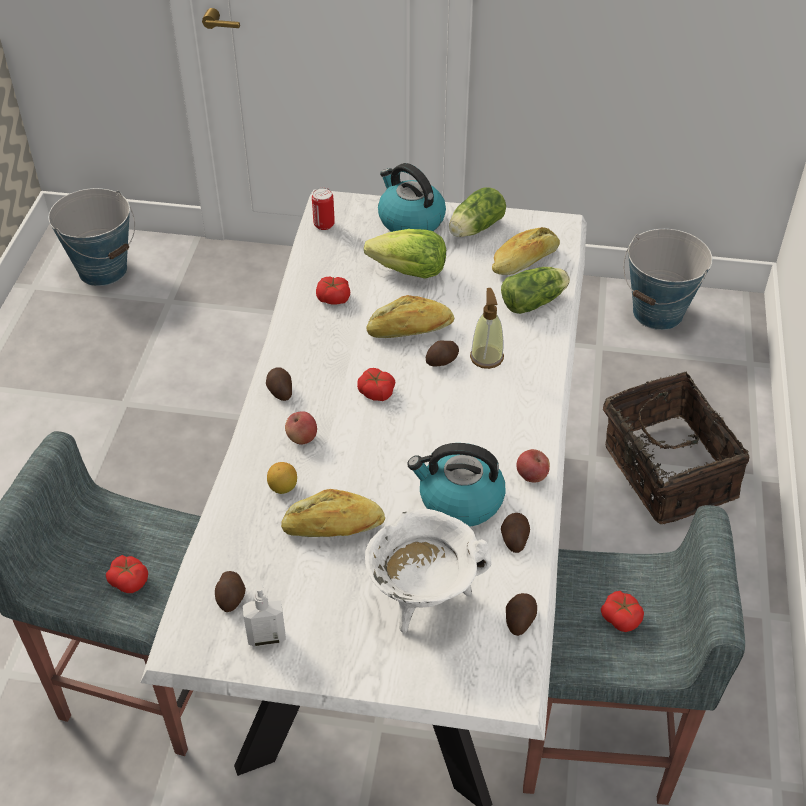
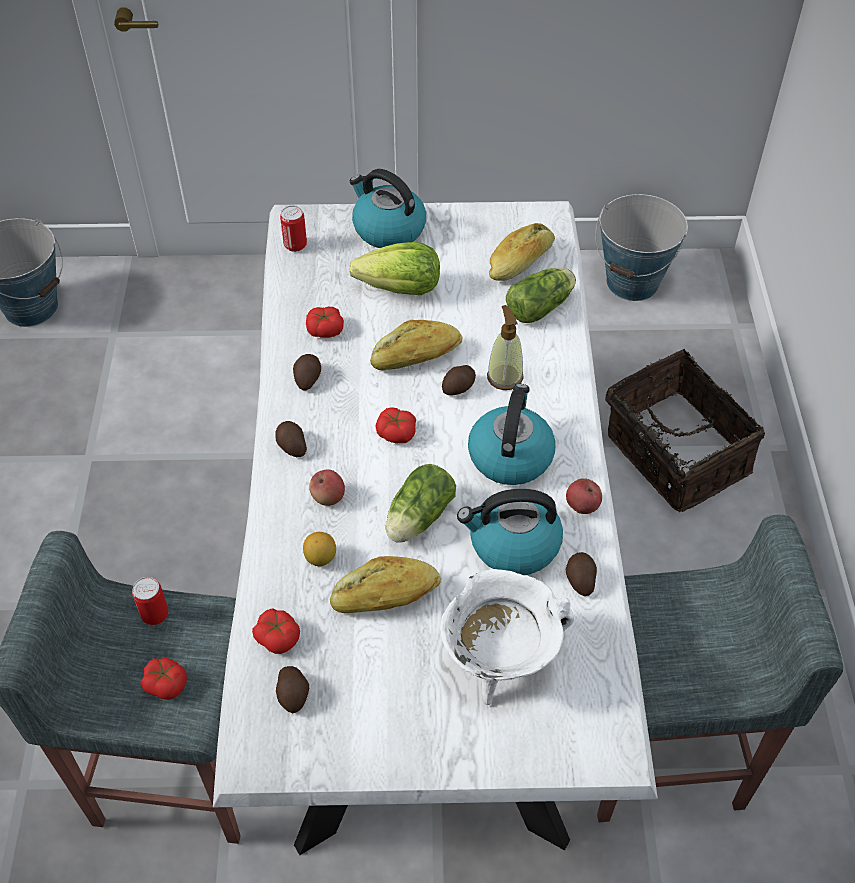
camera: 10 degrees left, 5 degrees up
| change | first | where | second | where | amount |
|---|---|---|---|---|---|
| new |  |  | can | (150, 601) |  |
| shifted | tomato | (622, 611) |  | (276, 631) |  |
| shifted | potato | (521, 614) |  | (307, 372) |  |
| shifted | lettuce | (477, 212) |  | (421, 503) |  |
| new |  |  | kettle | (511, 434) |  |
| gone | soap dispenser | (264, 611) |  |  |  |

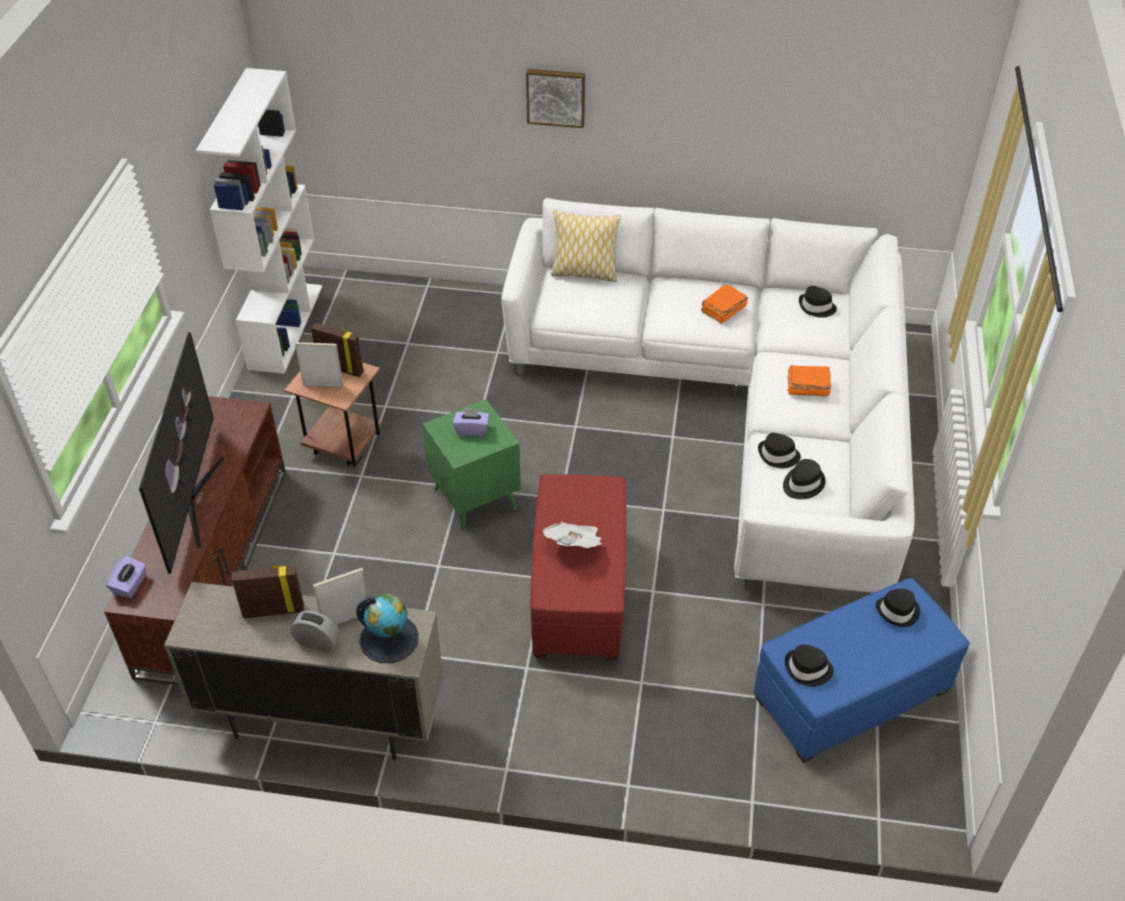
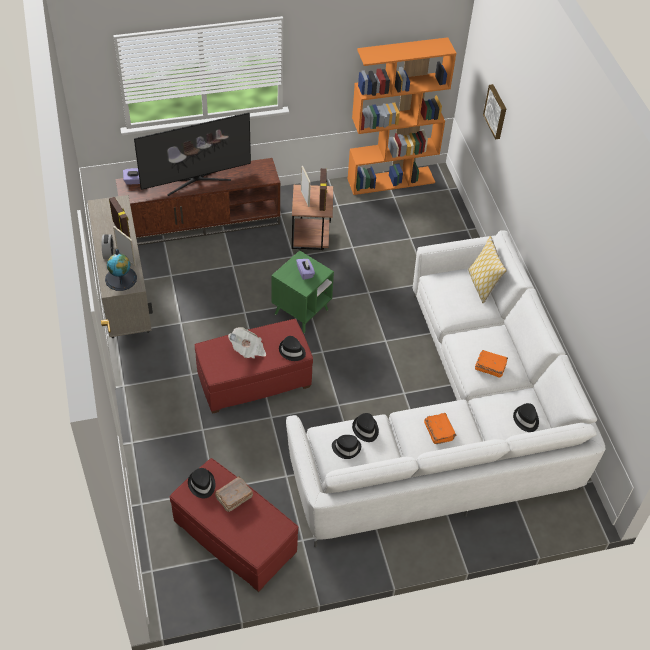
camera: 65 degrees right, 5 degrees up
| change | first | where | second | where | amount |
|---|---|---|---|---|---|
| repainted | blue ottoman | (862, 670) | red ottoman | (233, 525) |  |
| new |  |  | brown book | (234, 494) |  |
| shifted | black hat | (897, 608) |  | (292, 348) |  |
| repainted | white bookcase | (259, 221) | orange bookcase | (402, 116) |  |
| shifted | picture | (555, 98) |  | (494, 111) |  |

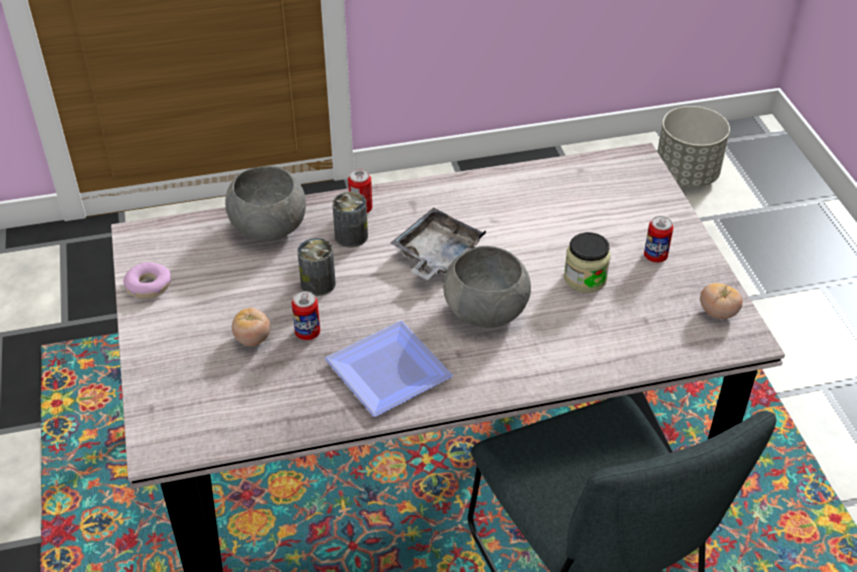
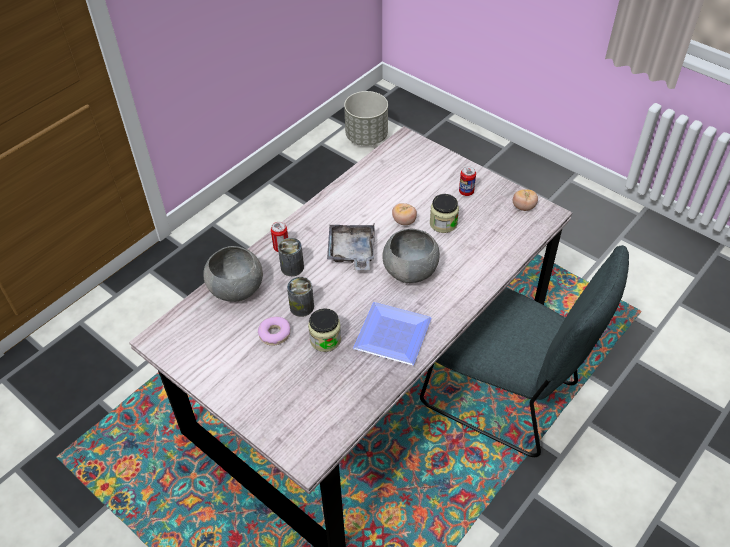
camera: 35 degrees left, 5 degrees up
| change | first | where | second | where | amount |
|---|---|---|---|---|---|
| shifted | donut | (147, 280) |  | (274, 331) |  |
| swapped | can | (306, 315) | jar | (324, 330) |  |
| shifted | tomato | (251, 327) |  | (404, 214) |  |

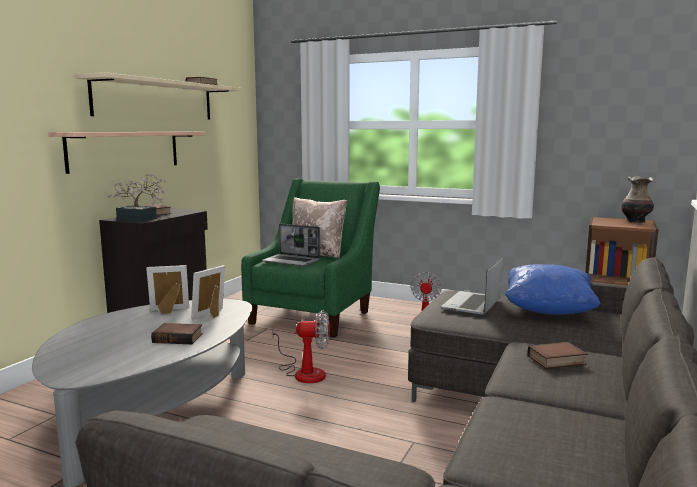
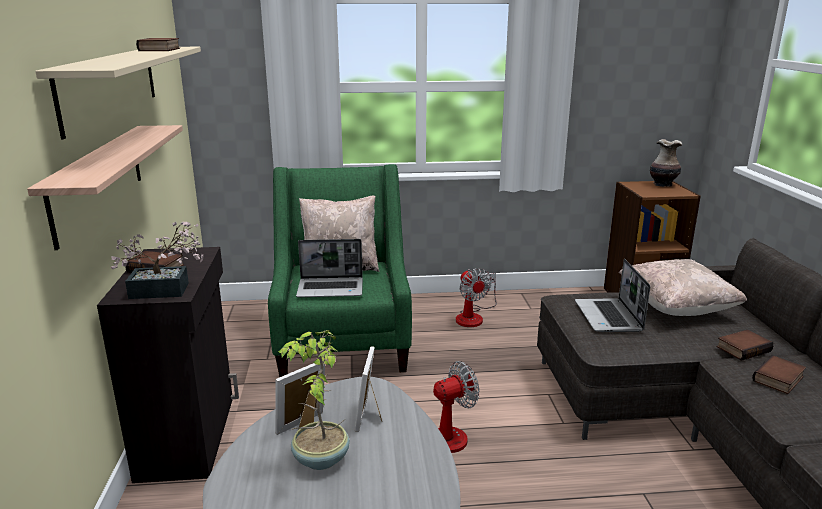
camera: 30 degrees left, 10 degrees up
| change | first | where | second | where | amount |
|---|---|---|---|---|---|
| new |  |  | potted plant | (314, 400) |  |
| repainted | blue pillow | (552, 289) | beige pillow | (682, 287) |  |
| shifted | book | (177, 333) |  | (745, 345) |  |

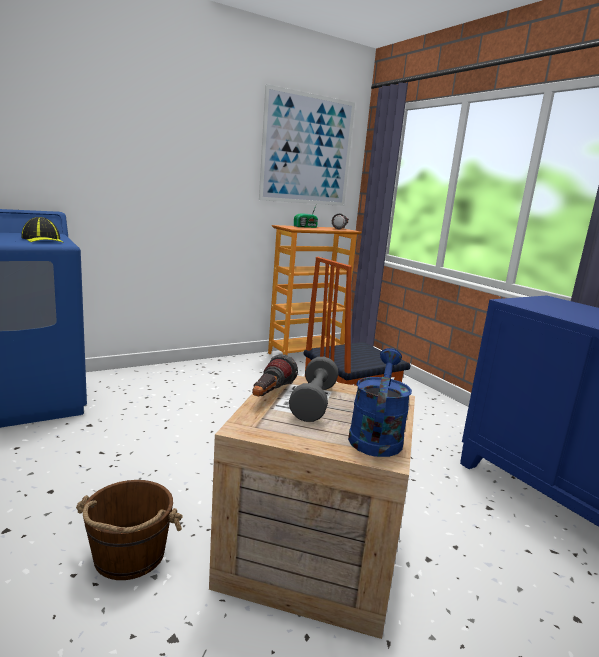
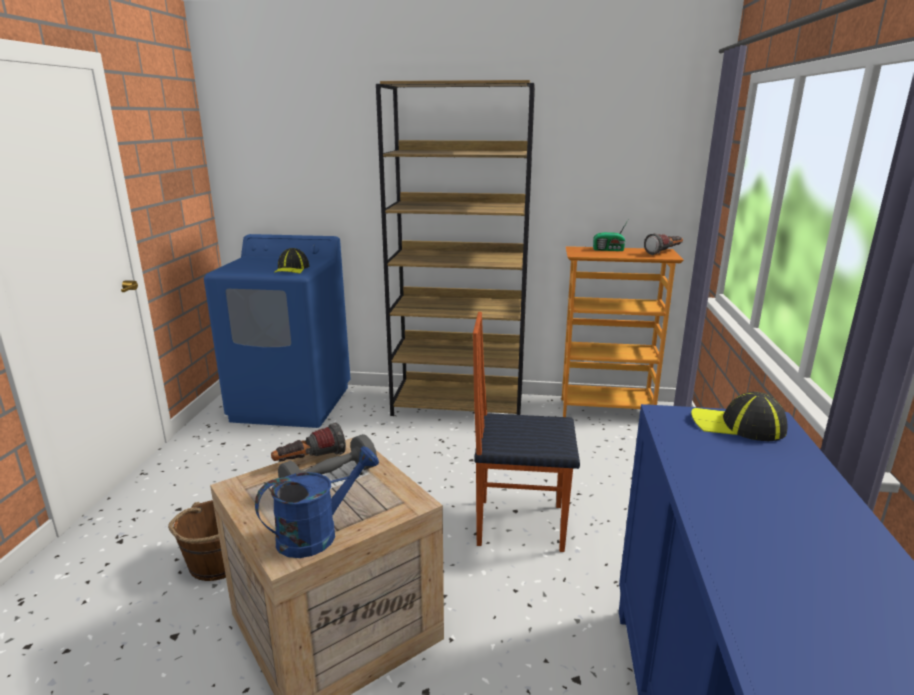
camera: 40 degrees right, 5 degrees up
| change | first | where | second | where | amount |
|---|---|---|---|---|---|
| new |  |  | brown bookcase | (455, 248) |  |
| new |  |  | cap | (739, 416) |  |
| gone | picture | (307, 145) |  |  |  |

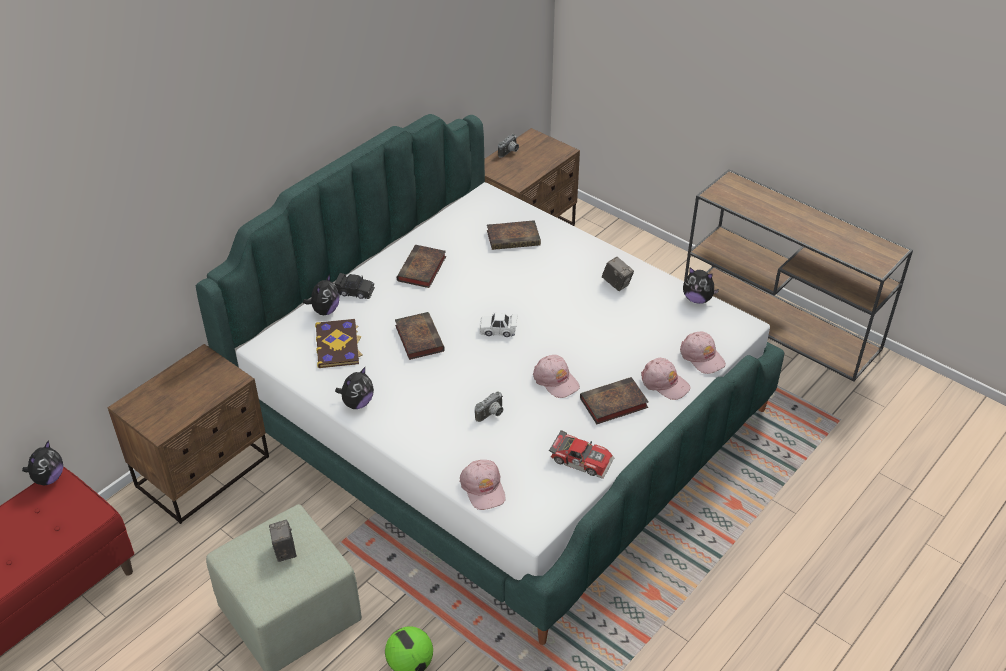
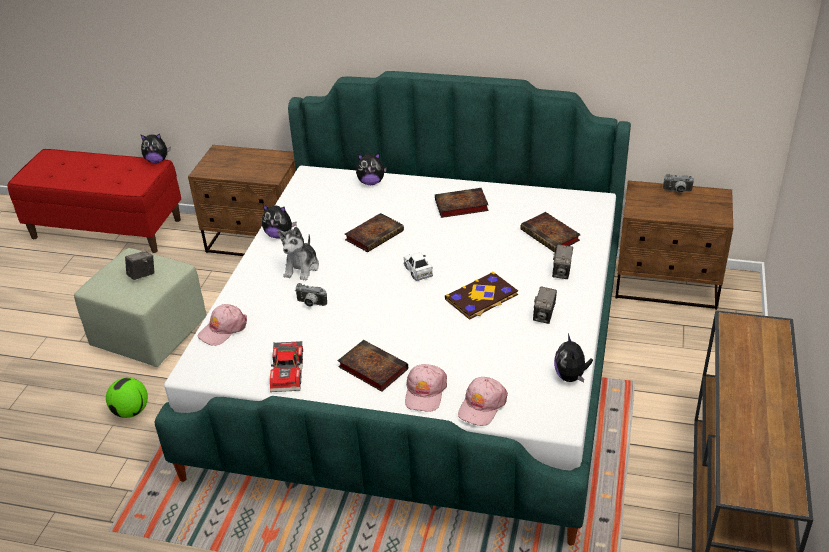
camera: 65 degrees right, 5 degrees down
| change | first | where | second | where | amount |
|---|---|---|---|---|---|
| new |  |  | plush toy | (298, 254) |  |
| shifted | book | (339, 343) |  | (481, 296) |  |
| new |  |  | photo camera | (562, 261) |  |
| gone | black toy car | (354, 286) |  |  |  |
| gone | pink cap | (556, 376) |  |  |  |

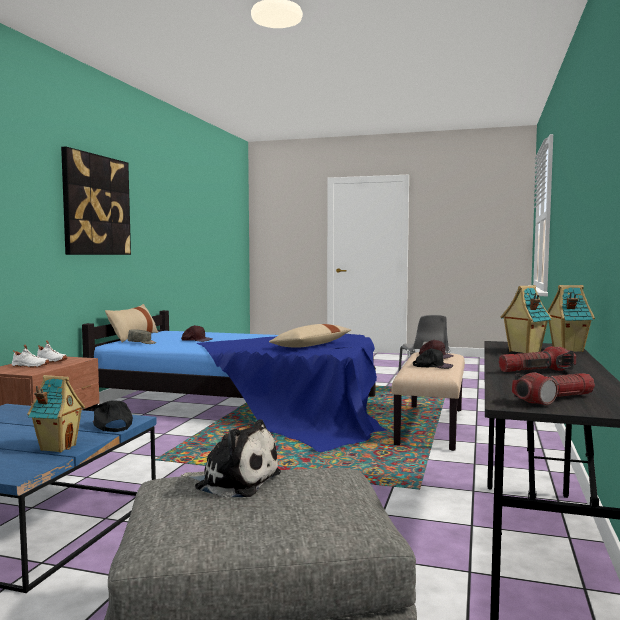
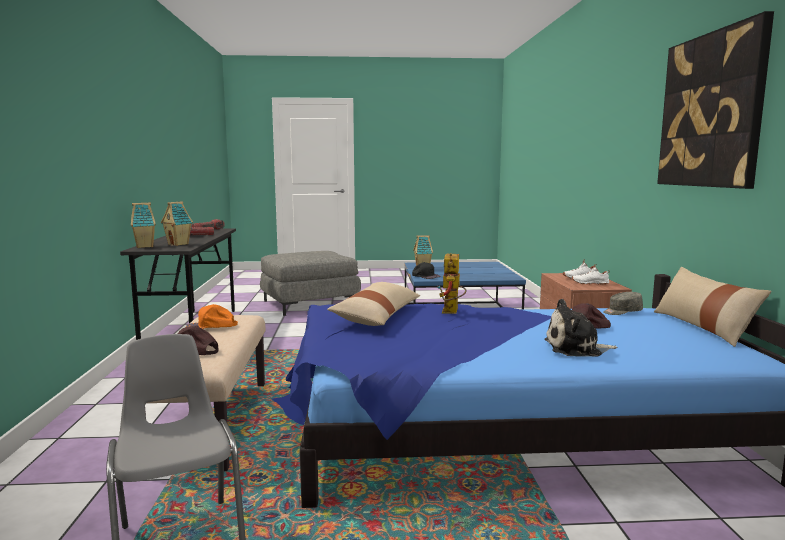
camera: 160 degrees right, 5 degrees up
| change | first | where | second | where | amount |
|---|---|---|---|---|---|
| repainted | black cap | (433, 358) | orange cap | (212, 316) |  |
| new |  |  | toy robot | (452, 283) |  |
| shifted | plush toy | (231, 458) |  | (580, 328) |  |

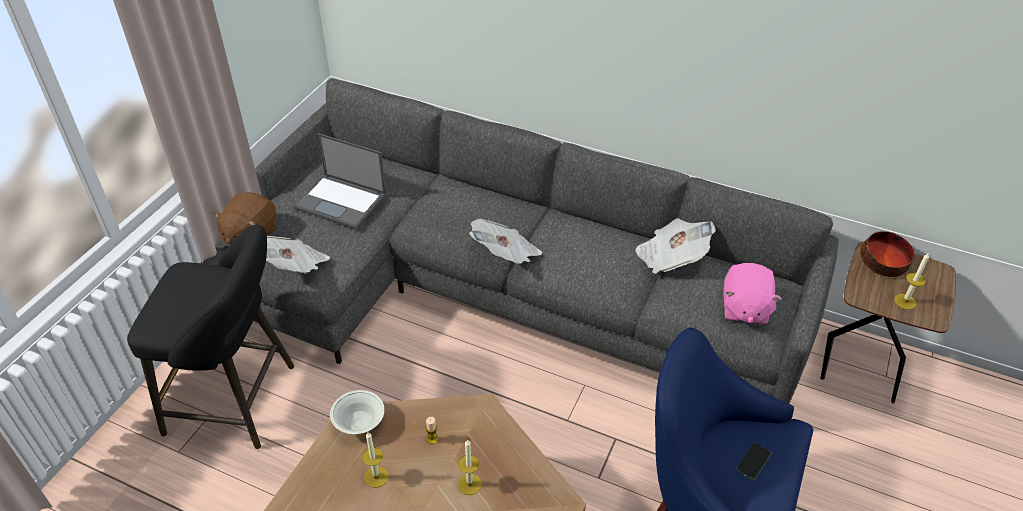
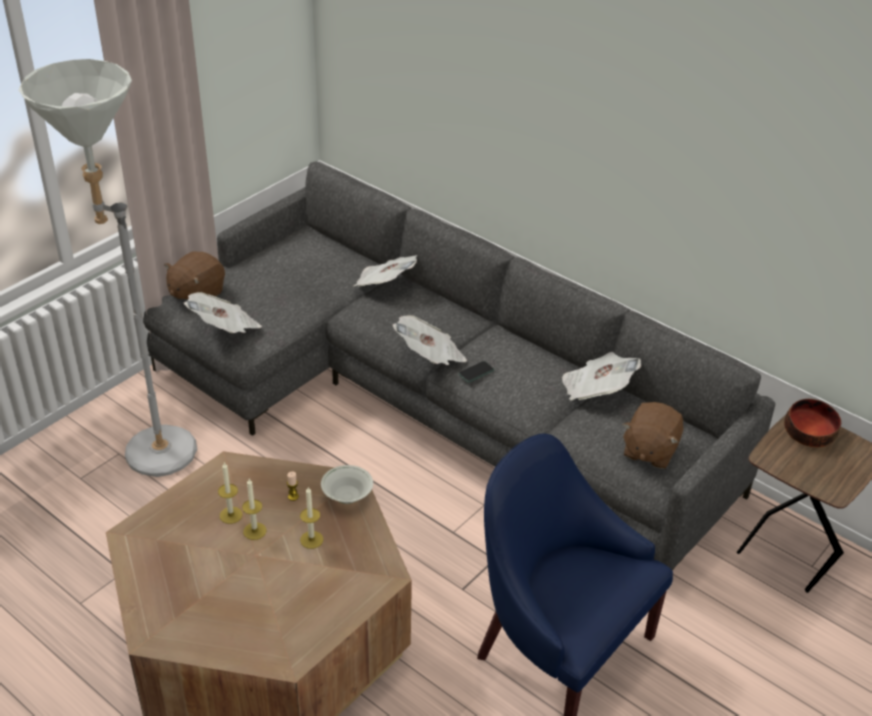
camera: 15 degrees right, 5 degrees down
| change | first | where | second | where | amount |
|---|---|---|---|---|---|
| swapped | black stool | (210, 337) | grey floor lamp | (108, 268) |  |
| shifted | candle | (911, 281) |  | (254, 509) |  |
| shifted | white bowl | (357, 412) |  | (347, 484) |  |
| new |  |  | newspaper | (386, 270) |  |
| shifted | phone | (754, 461) |  | (476, 372) |  |
| repainted | pink plush toy | (752, 294) | brown plush toy | (652, 435) |  |
| gone | laptop | (339, 181) |  |  |  |

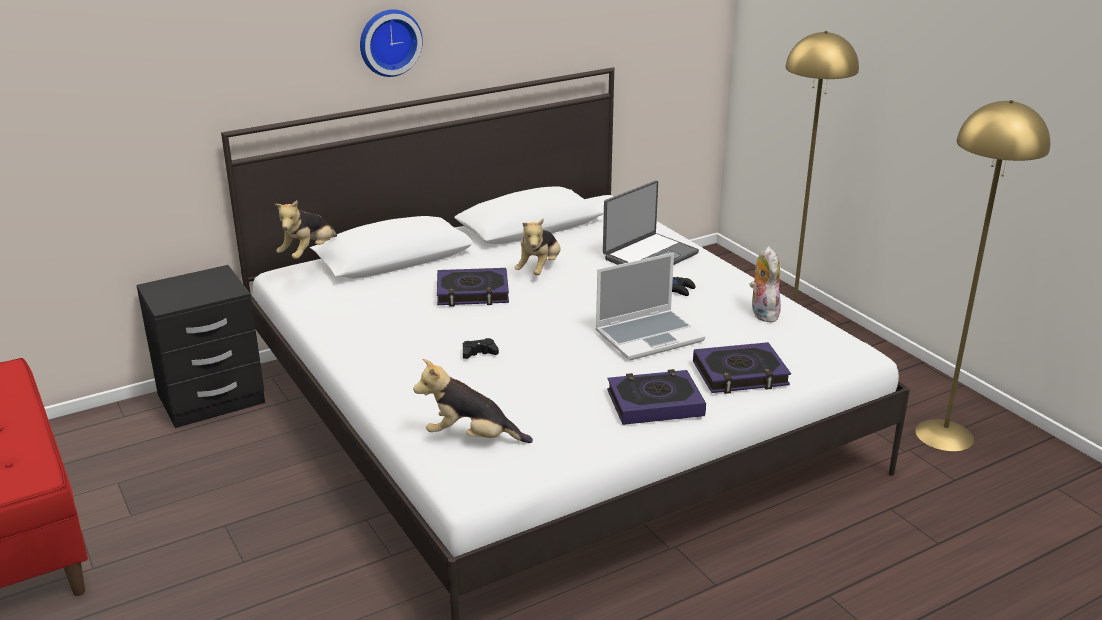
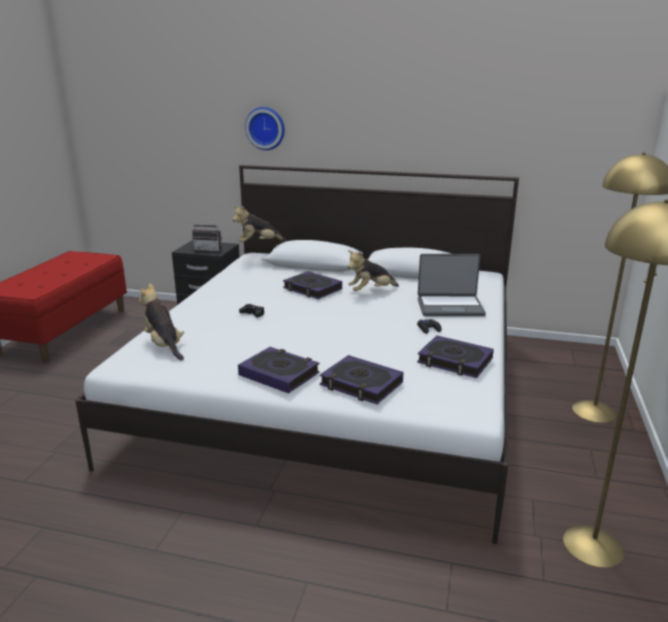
camera: 45 degrees right, 5 degrees down
| change | first | where | second | where | amount |
|---|---|---|---|---|---|
| new |  |  | radio | (207, 234) |  |
| shifted | wall clock | (391, 43) |  | (265, 128) |  |
| swapped | plush toy | (765, 284) | book | (455, 356) |  |
| gone | laptop | (650, 306) |  |  |  |

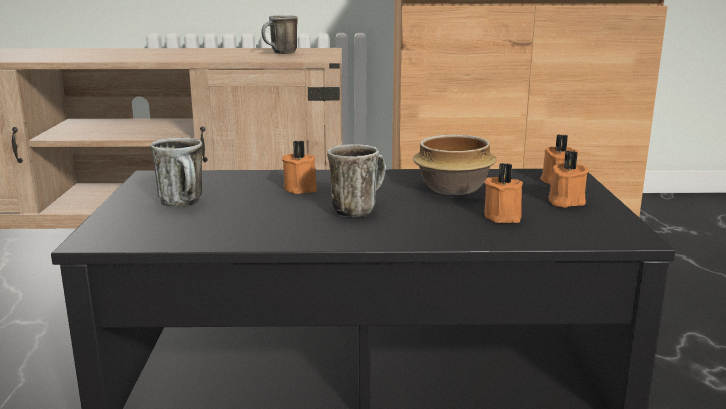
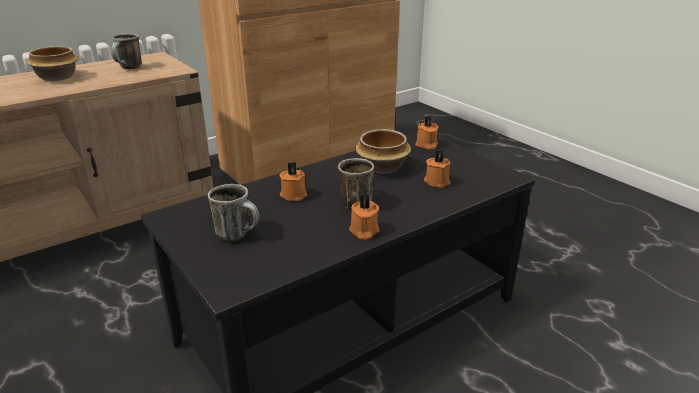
camera: 35 degrees left, 10 degrees up
| change | first | where | second | where | amount |
|---|---|---|---|---|---|
| new |  |  | bowl | (52, 63) |  |
| shifted | orange candle | (568, 179) |  | (364, 217) |  |

